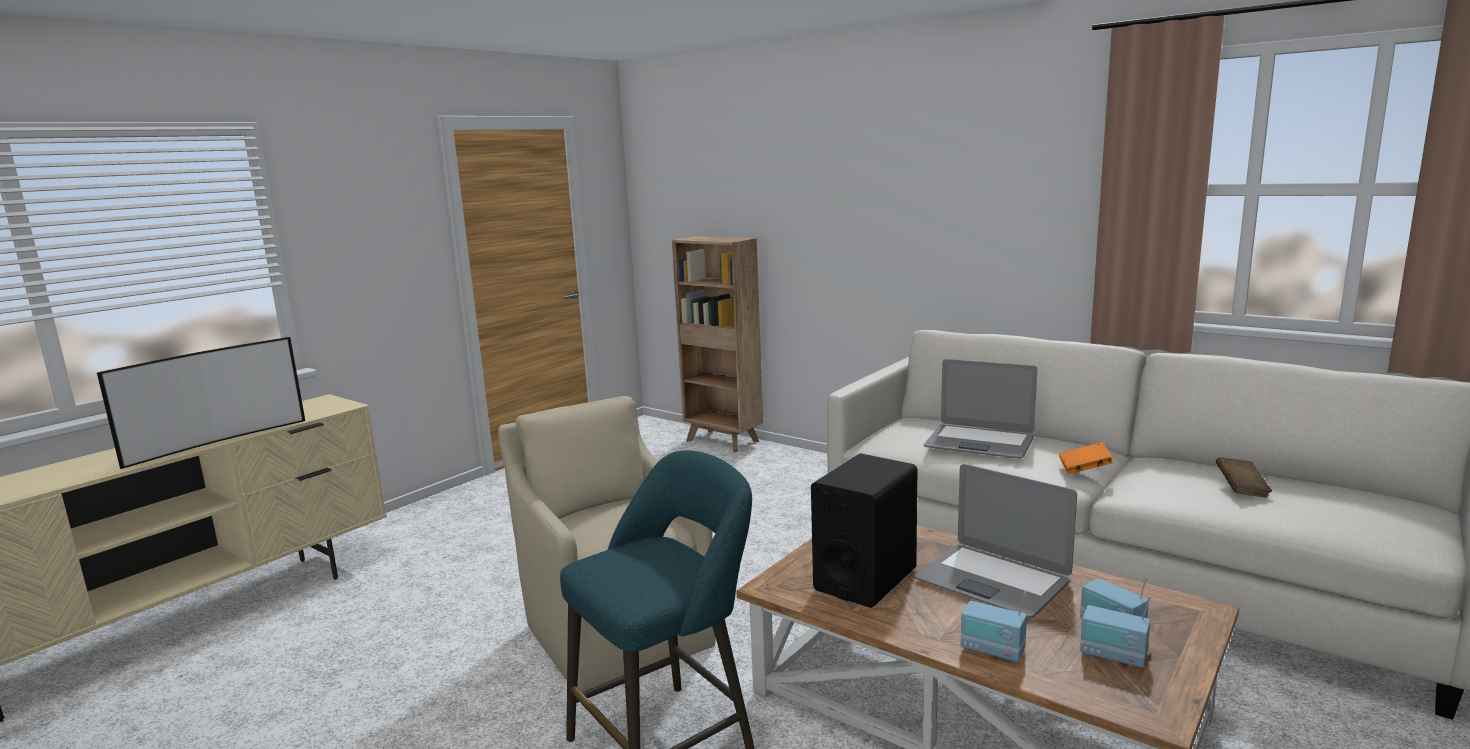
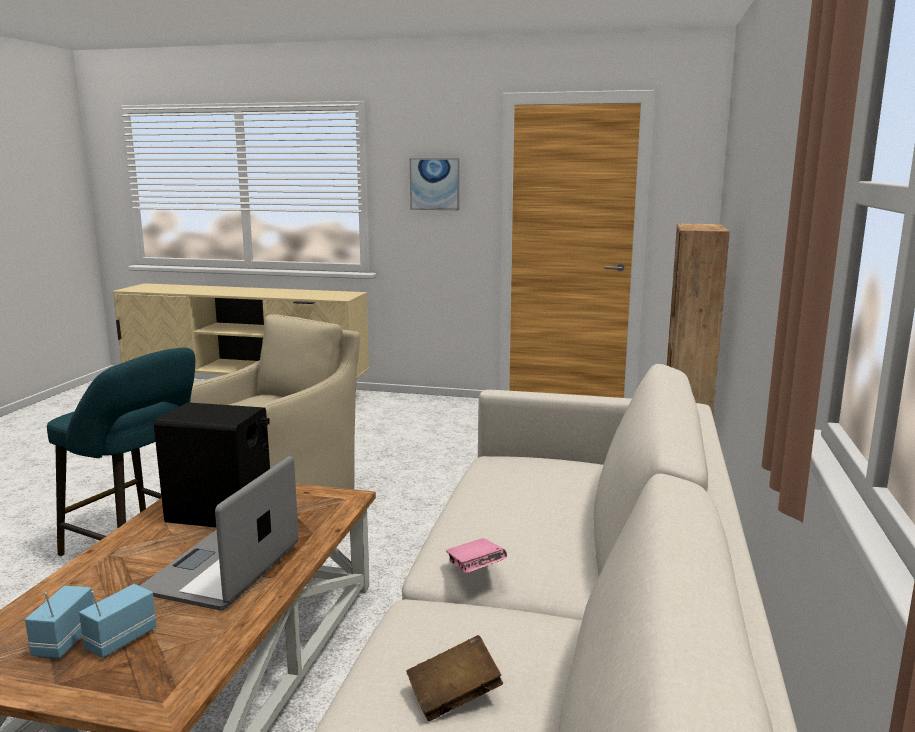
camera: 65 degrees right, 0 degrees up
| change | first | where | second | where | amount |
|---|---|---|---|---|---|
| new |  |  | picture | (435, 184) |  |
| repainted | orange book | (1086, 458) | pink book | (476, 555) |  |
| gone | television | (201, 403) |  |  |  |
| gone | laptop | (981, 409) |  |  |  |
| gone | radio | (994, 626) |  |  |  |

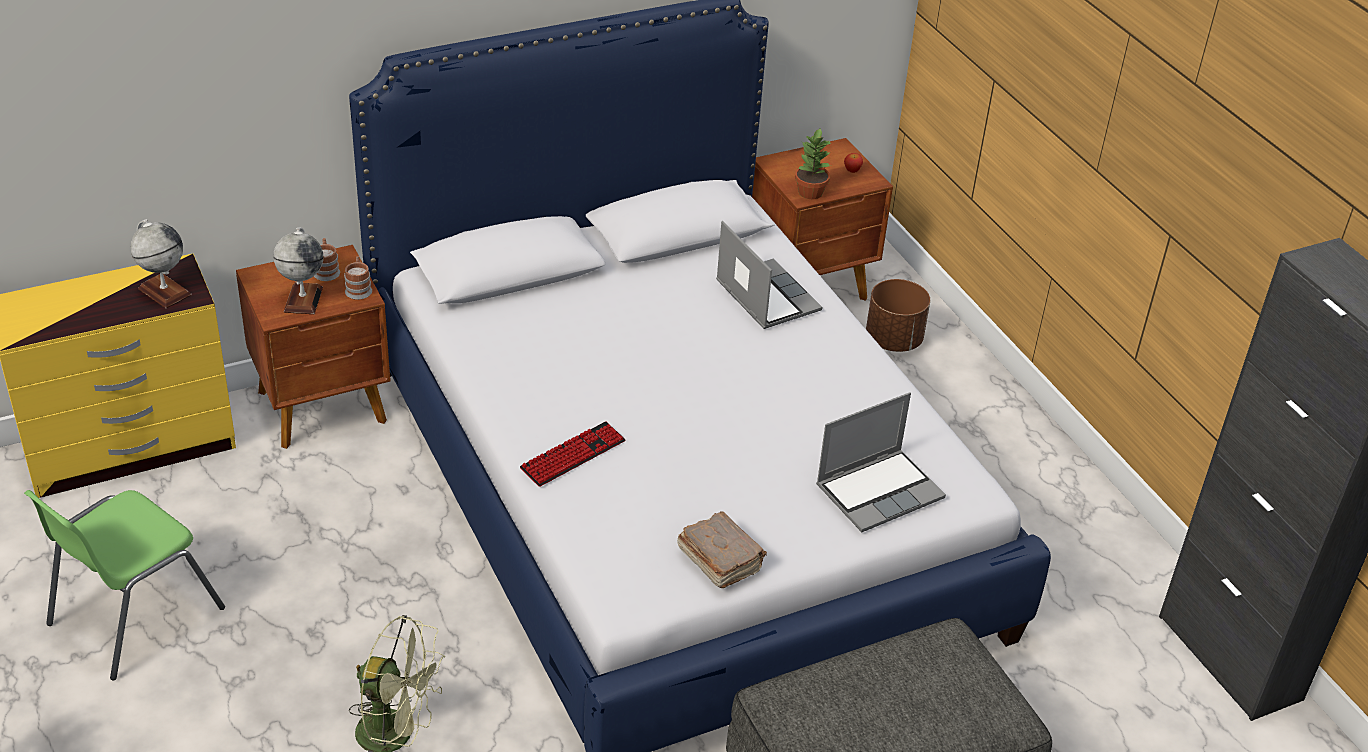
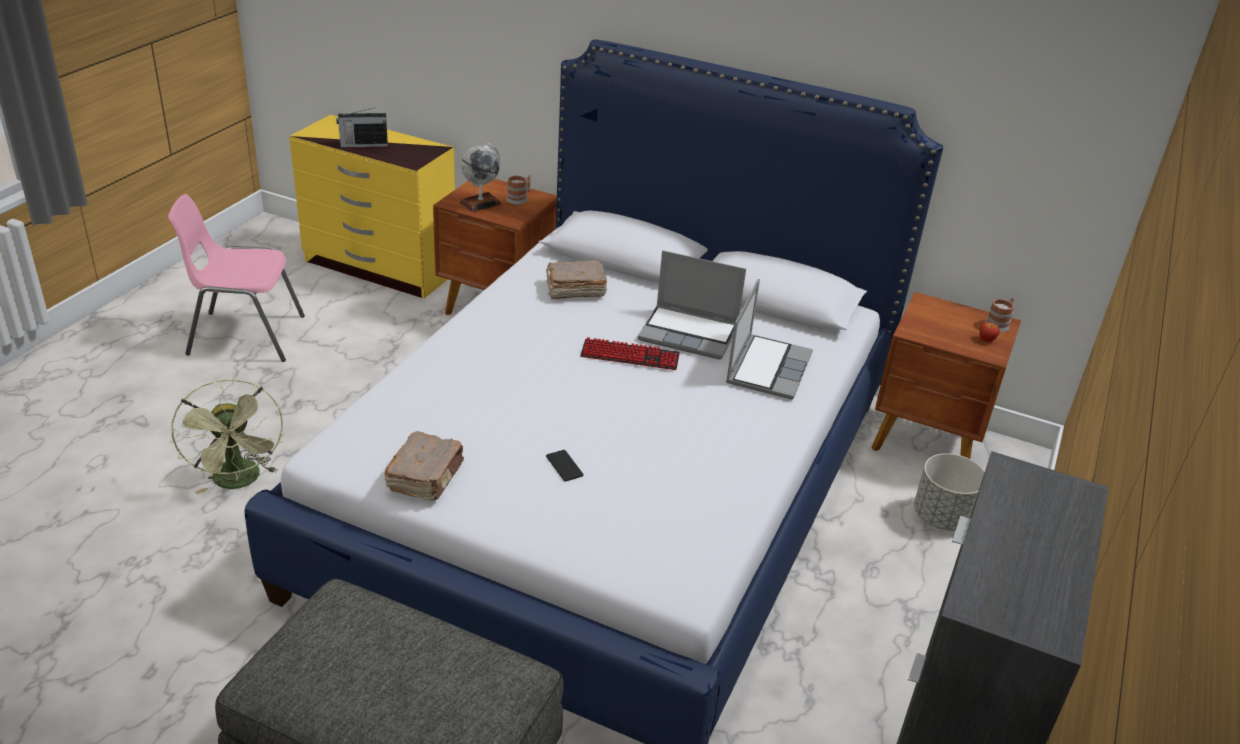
camera: 50 degrees right, 5 degrees down
| change | first | where | second | where | amount |
|---|---|---|---|---|---|
| repainted | green chair | (124, 585) | pink chair | (236, 278) |  |
| new |  |  | radio | (362, 126) |  |
| new |  |  | brown book | (576, 279) |  |
| new |  |  | phone | (564, 465) |  |
| shifted | keyboard | (573, 454) |  | (630, 353) |  |
| shifted | laptop | (881, 462) |  | (692, 304) |  |
| repainted | brown planter | (898, 315) | grey planter | (949, 492) |  |
| shifted | mug | (358, 278) |  | (999, 315) |  |
| gone | globe | (161, 263) |  |  |  |
| gone | potted plant | (813, 163) |  |  |  |

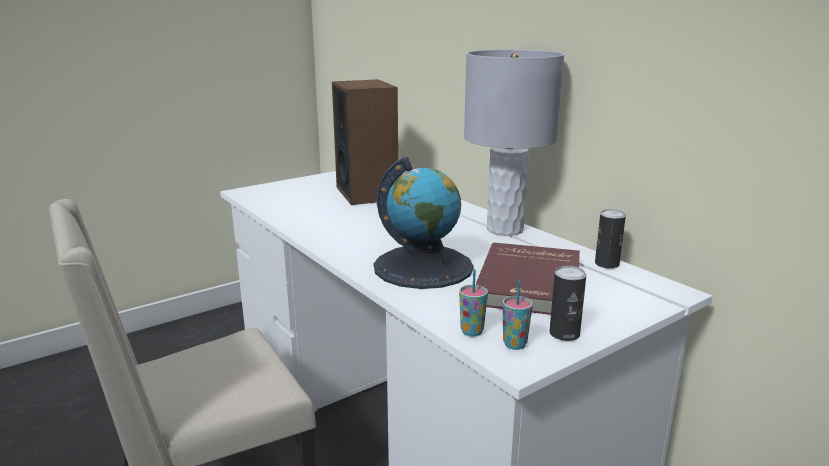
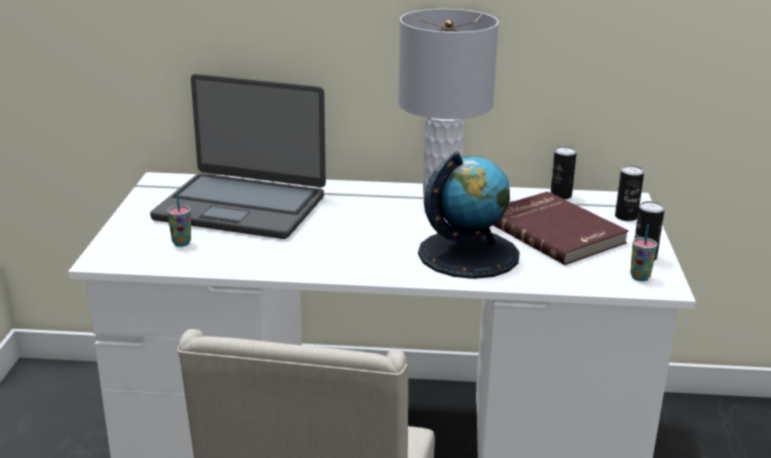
camera: 50 degrees left, 5 degrees up
| change | first | where | second | where | amount |
|---|---|---|---|---|---|
| swapped | speaker | (365, 142) | laptop | (238, 156) |  |
| shifted | cup | (473, 303) |  | (179, 219) |  |
| new |  |  | can | (629, 193) |  |

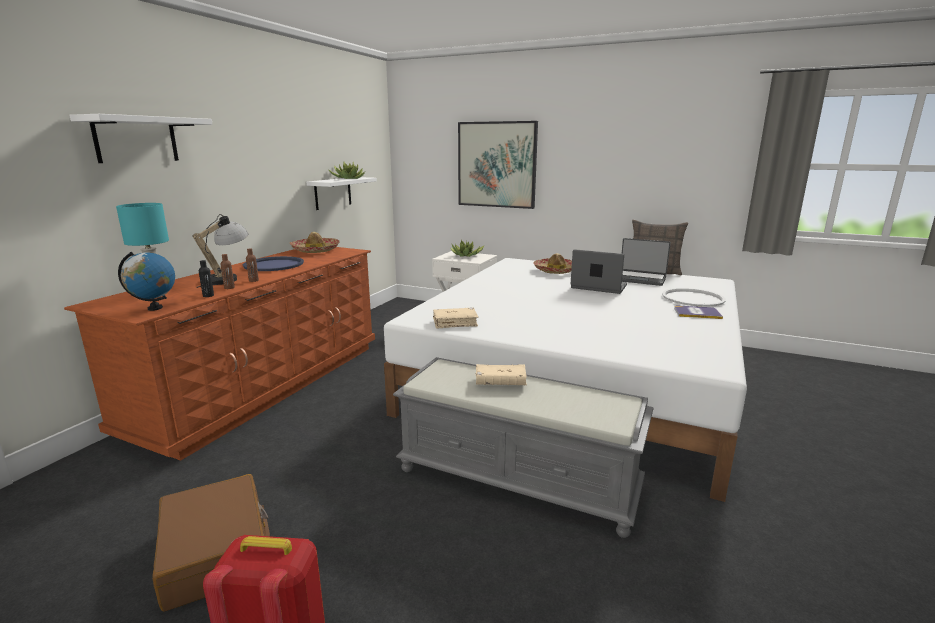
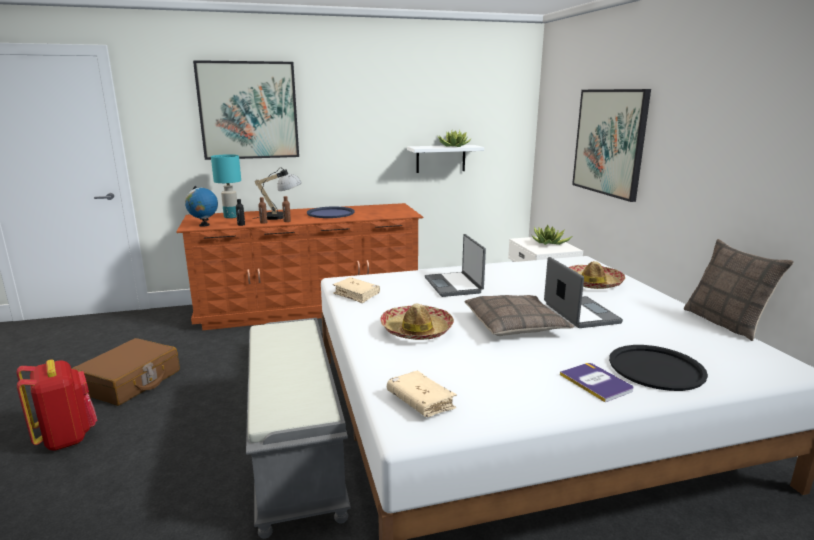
camera: 50 degrees right, 0 degrees up
| change | first | where | second | where | amount |
|---|---|---|---|---|---|
| swapped | white shelf | (140, 138) | picture | (246, 110) |  |
| shifted | hat | (314, 242) |  | (417, 322) |  |
| shifted | beige book | (501, 374) |  | (422, 394) |  |
| shifted | laptop | (646, 262) |  | (455, 265) |  |
| new |  |  | pillow | (519, 315) |  |
| repainted | white tray | (694, 297) | black tray | (658, 368) |  |

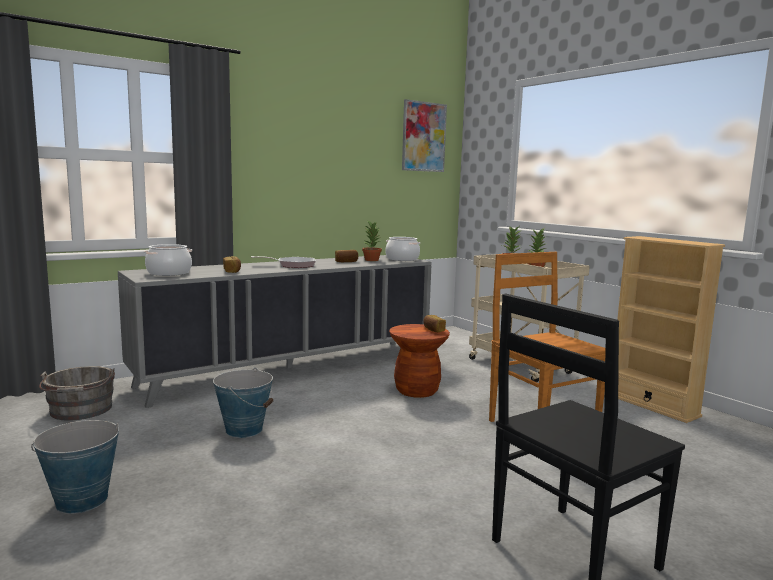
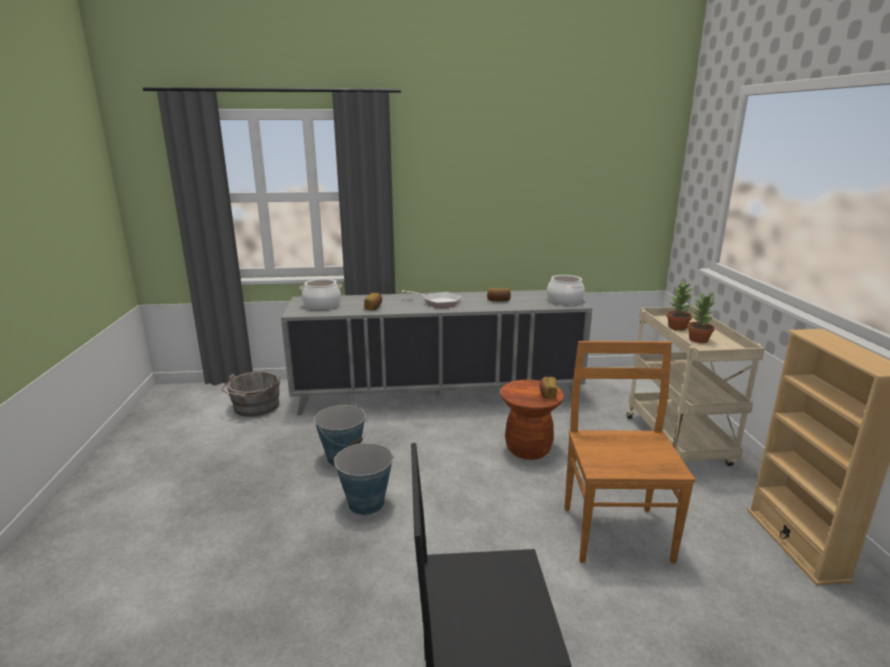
camera: 30 degrees right, 10 degrees up
| change | first | where | second | where | amount |
|---|---|---|---|---|---|
| shifted | bucket | (75, 467) |  | (364, 479) |  |
| gone | potted plant | (372, 241) |  |  |  |
| gone | picture | (424, 135) |  |  |  |

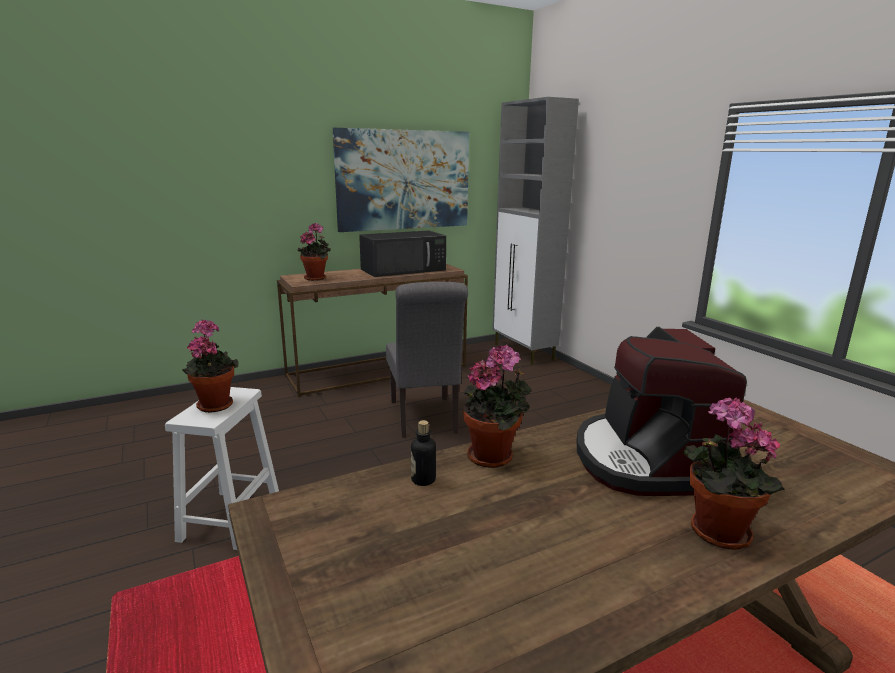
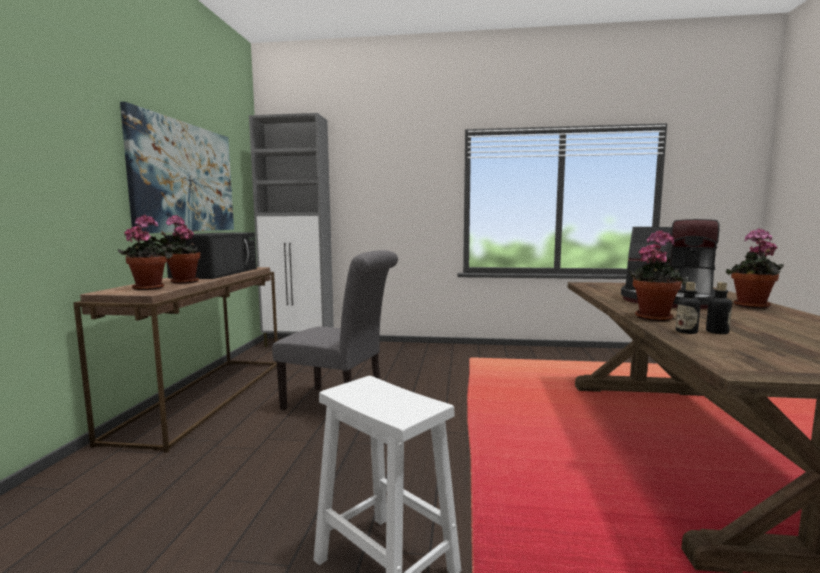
camera: 55 degrees left, 10 degrees down
| change | first | where | second | where | amount |
|---|---|---|---|---|---|
| shifted | potted plant | (210, 366) |  | (179, 249) |  |
| new |  |  | bottle | (719, 308) |  |

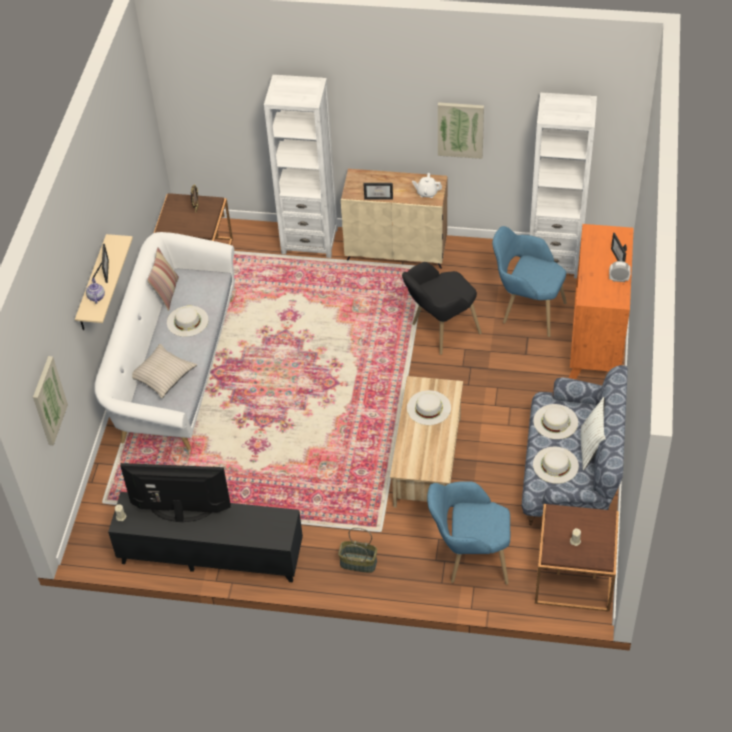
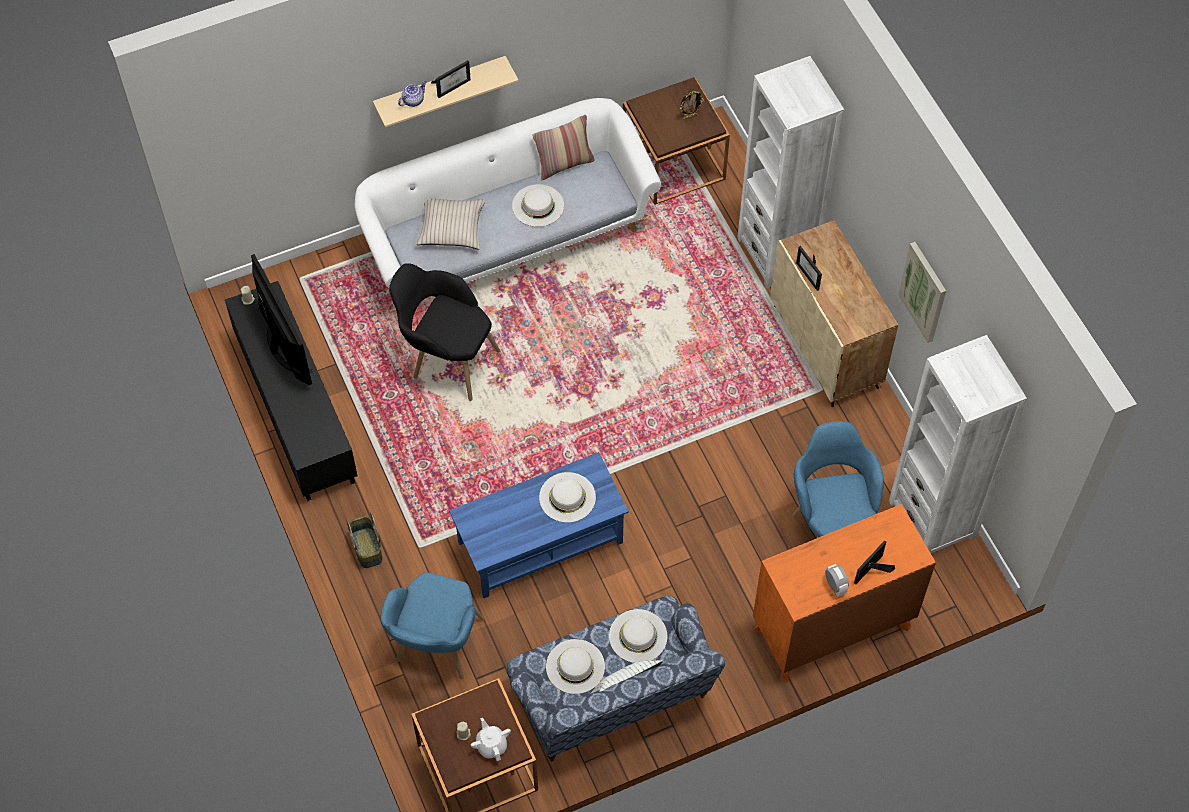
camera: 55 degrees right, 10 degrees up
| change | first | where | second | where | amount |
|---|---|---|---|---|---|
| rotated | blue armchair | (468, 533) |  | (432, 626) | 135 degrees counterclockwise |
| shifted | black armchair | (442, 308) |  | (444, 332) |  |
| repainted | beige coffee table | (426, 442) | blue coffee table | (539, 525) |  |
| shifted | white teapot | (427, 185) |  | (491, 739) |  |
| gone | picture | (50, 400) |  |  |  |

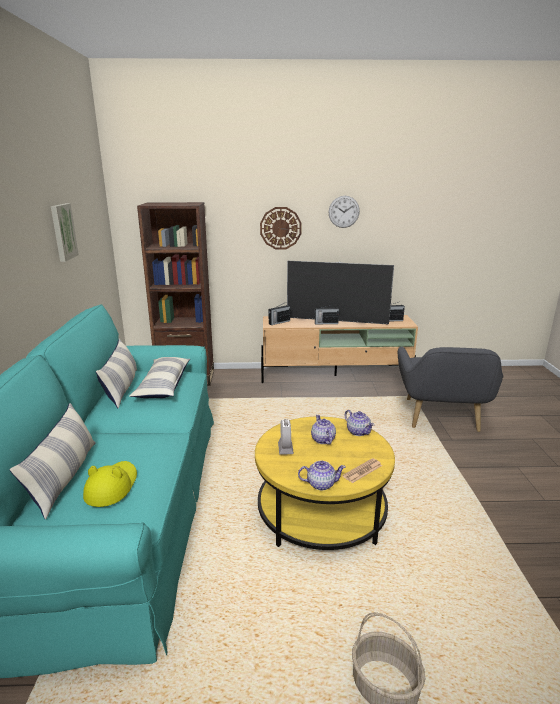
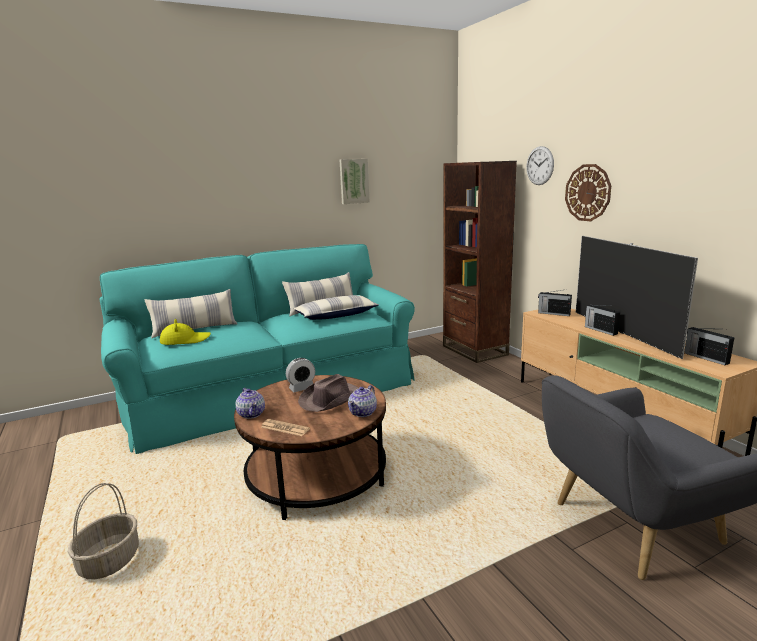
camera: 65 degrees right, 5 degrees down
| change | first | where | second | where | amount |
|---|---|---|---|---|---|
| repainted | yellow coffee table | (325, 483) | brown coffee table | (310, 447) |  |
| swapped | teapot | (323, 430) | brown hat | (328, 393) |  |
| shifted | wall clock | (344, 212) |  | (540, 165) |  |

